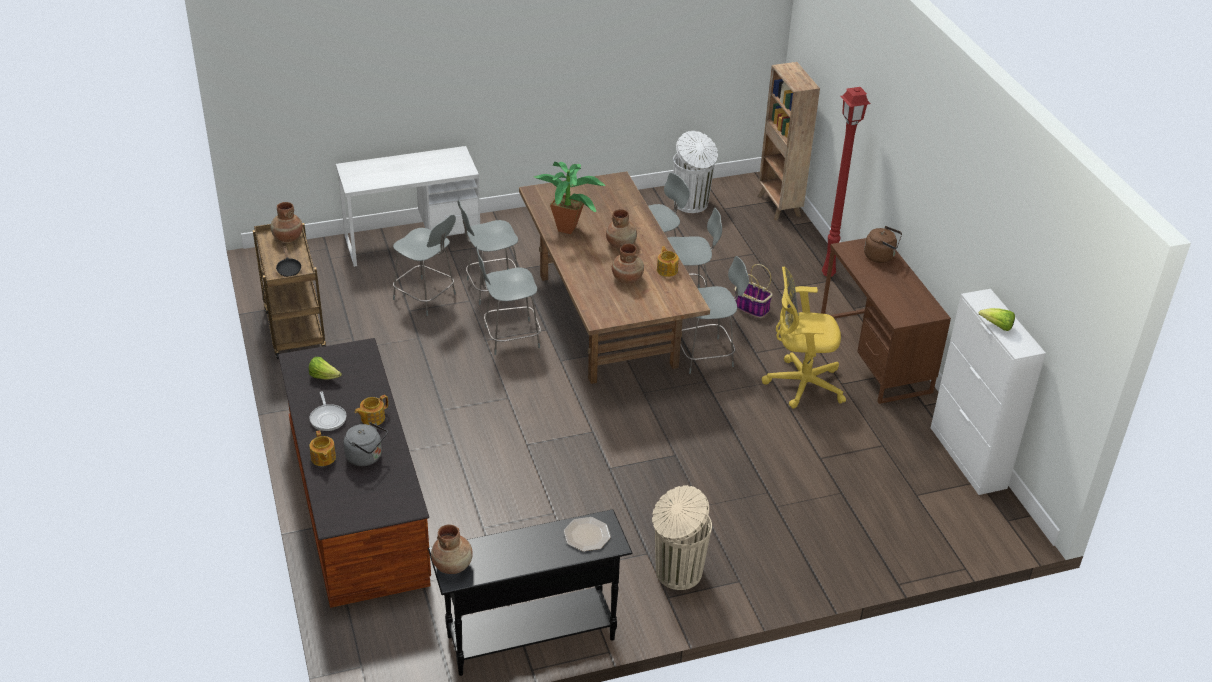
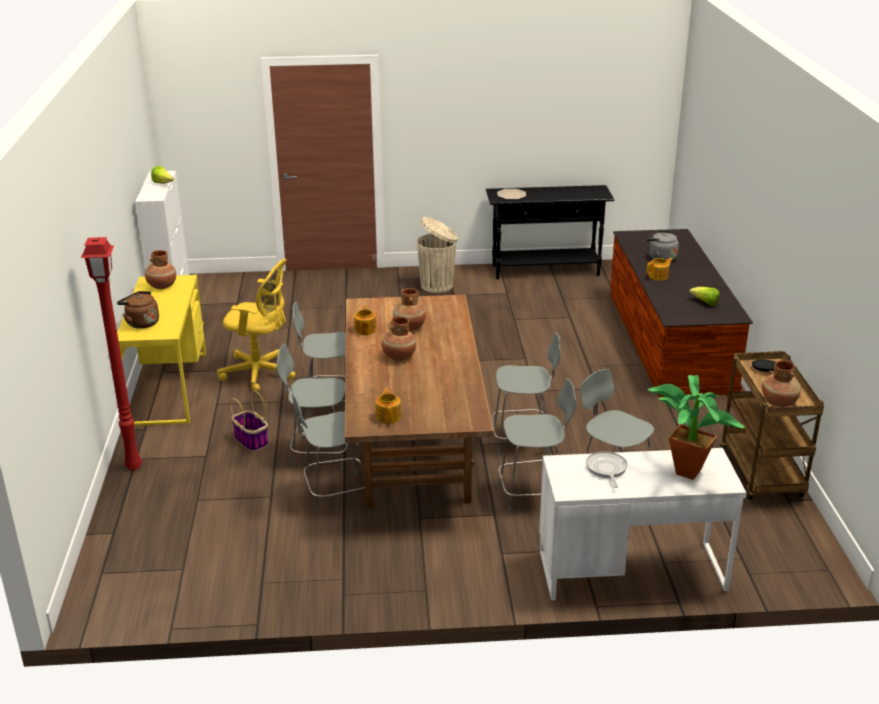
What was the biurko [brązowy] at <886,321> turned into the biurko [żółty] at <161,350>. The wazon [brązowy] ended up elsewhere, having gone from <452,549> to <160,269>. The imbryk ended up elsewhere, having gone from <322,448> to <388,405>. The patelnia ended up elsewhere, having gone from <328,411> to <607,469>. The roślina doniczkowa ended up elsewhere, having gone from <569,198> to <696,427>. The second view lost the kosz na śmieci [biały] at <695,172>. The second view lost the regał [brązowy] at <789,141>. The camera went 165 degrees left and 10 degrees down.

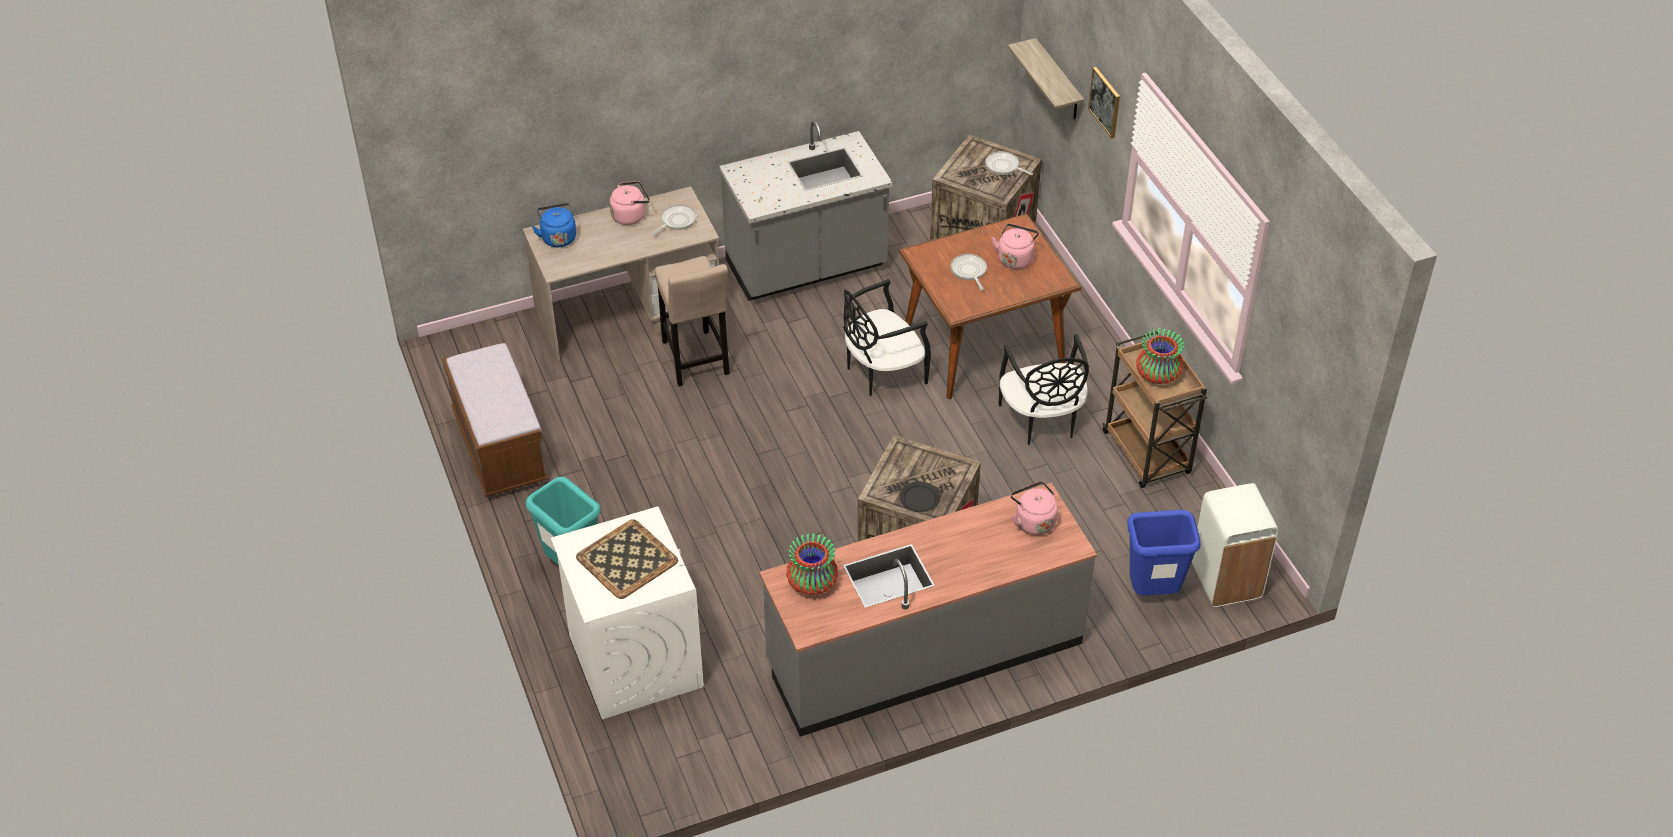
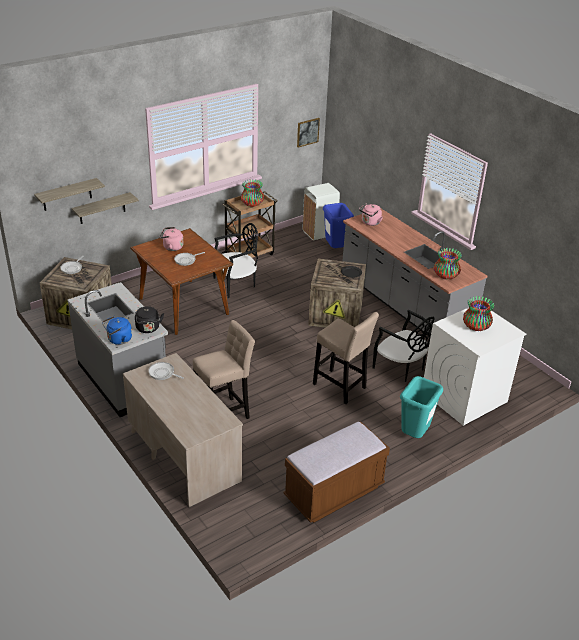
The second view gained the półka at <105,208>. The czajnik [niebieski] ended up elsewhere, having gone from <554,225> to <117,330>. The second view gained the czajnik [czarny] at <149,319>. The obraz ended up elsewhere, having gone from <1104,103> to <308,133>. The second view gained the stołek [beżowy] at <346,358>. The krzesło [czarny] ended up elsewhere, having gone from <887,337> to <404,346>. Where the taca stood at <627,559>, the wazon came to stand at <479,313>. The second view lost the czajnik [różowy] at <630,203>. The camera went 105 degrees left and 10 degrees down.

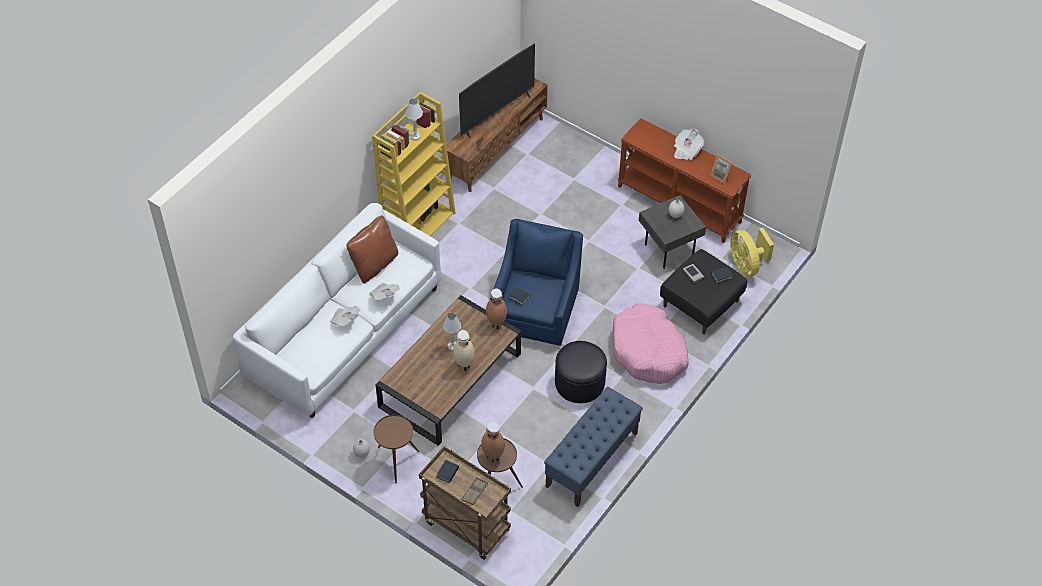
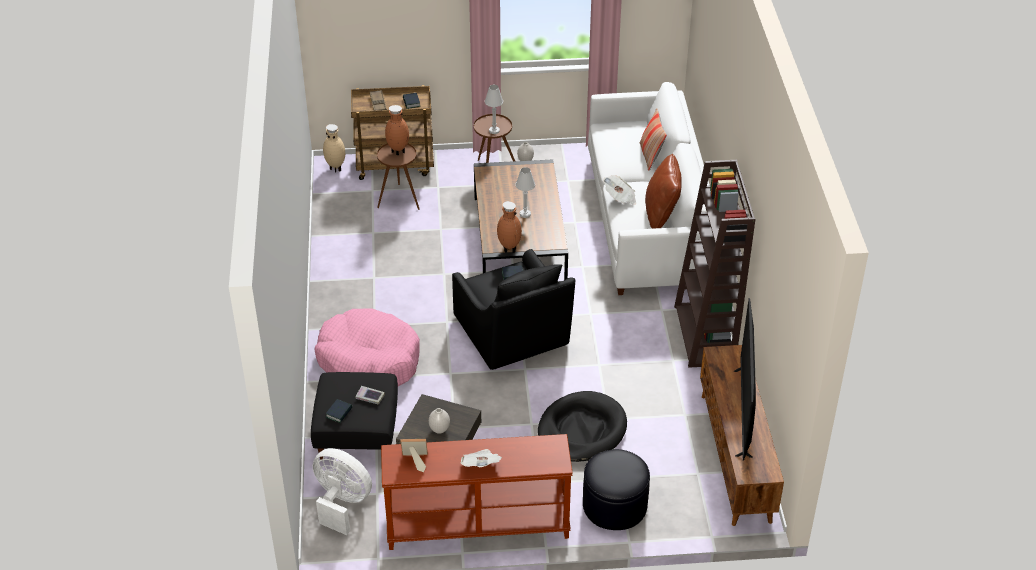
What was the wentylator [żółty] at <752,252> turned into the wentylator [biały] at <342,491>. The wazon [beżowy] ended up elsewhere, having gone from <464,350> to <334,148>. What was the fotel [niebieski] at <536,282> turned into the fotel [czarny] at <514,309>. The lampa stołowa [biały] ended up elsewhere, having gone from <414,119> to <494,109>. The second view gained the legowisko [czarny] at <582,426>. The pufa [czarny] ended up elsewhere, having gone from <581,372> to <616,489>. The second view gained the poduszka at <653,139>. What was the regał [żółty] at <413,164> turned into the regał [brązowy] at <714,264>. The second view lost the gazeta at <345,316>. The second view lost the ławka [niebieski] at <593,447>. The camera went 140 degrees right and 10 degrees down.

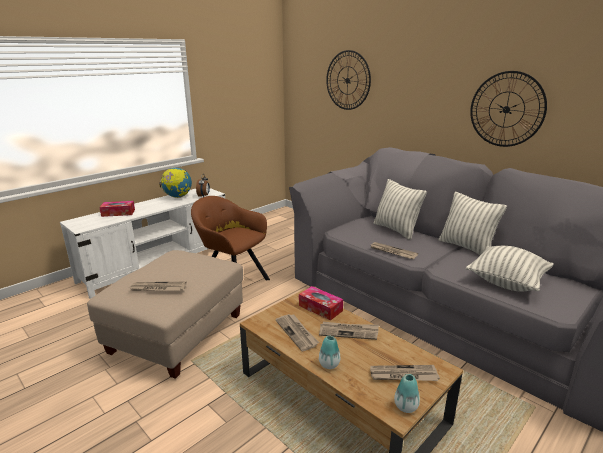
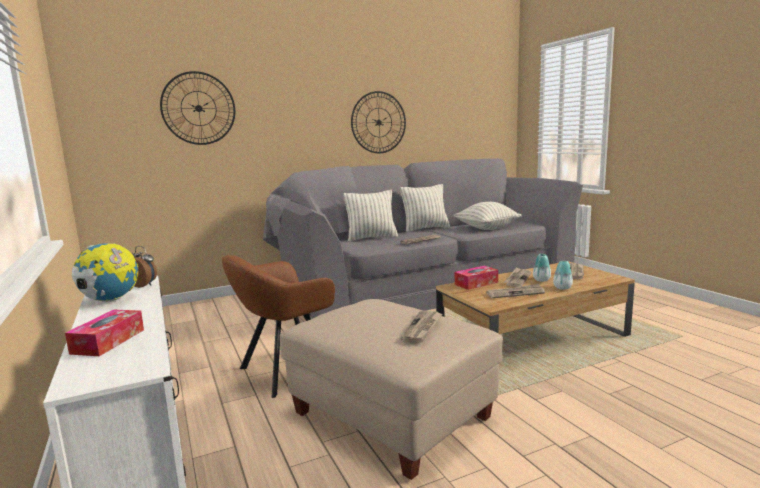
The wazon ended up elsewhere, having gone from <407,393> to <542,268>. The camera went 70 degrees left and 10 degrees down.

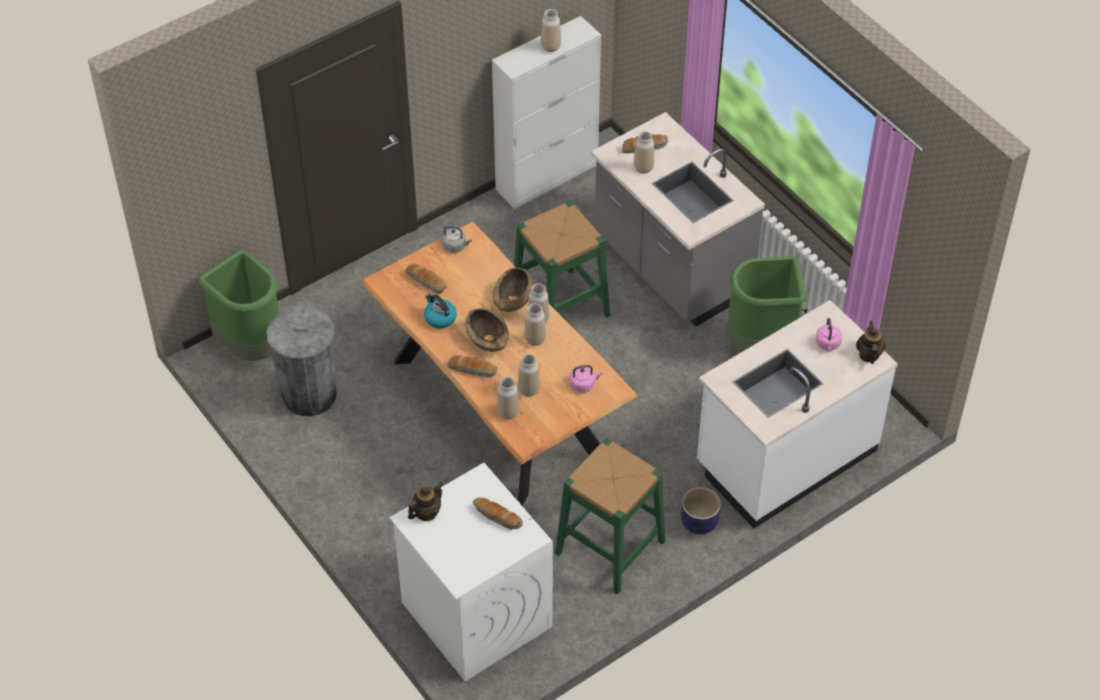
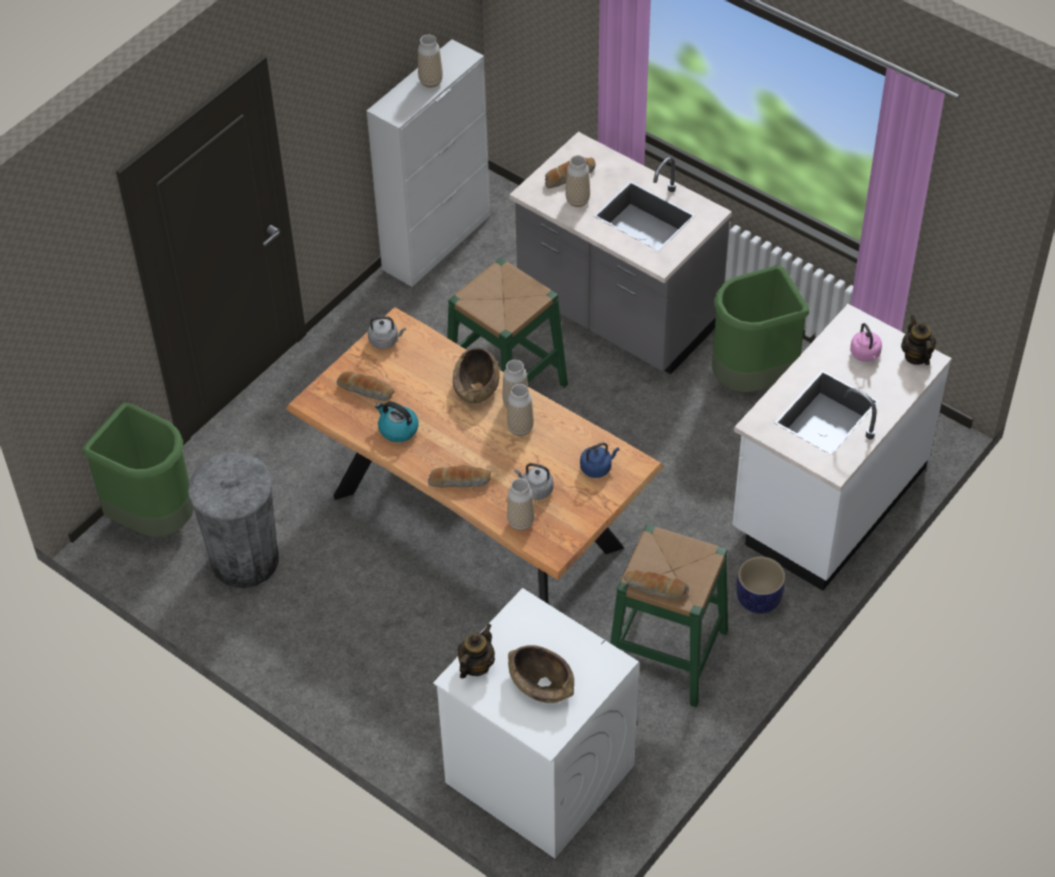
The miska [brązowy] ended up elsewhere, having gone from <487,330> to <541,674>. Where the wazon stood at <529,375>, the czajnik [szary] came to stand at <534,481>. What was the czajnik [różowy] at <586,378> turned into the czajnik [niebieski] at <600,460>. The chleb ended up elsewhere, having gone from <498,513> to <656,584>. The camera went 15 degrees left and 0 degrees up.

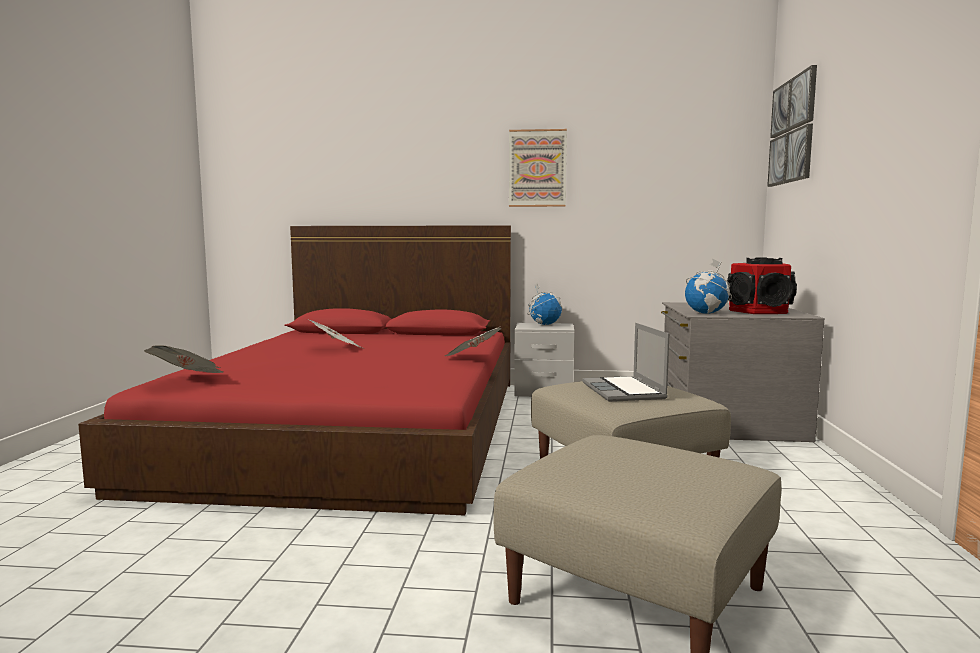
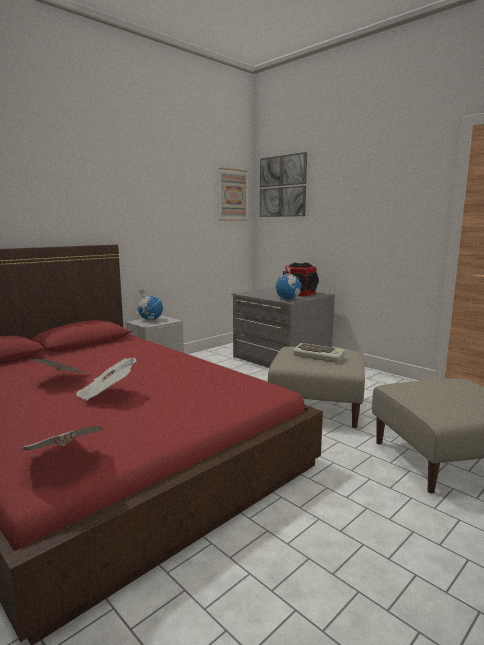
The gazeta ended up elsewhere, having gone from <473,341> to <106,379>. The obraz ended up elsewhere, having gone from <538,168> to <233,194>. Where the laptop stood at <626,362>, the klawiatura came to stand at <319,353>. The camera went 50 degrees left and 5 degrees up.

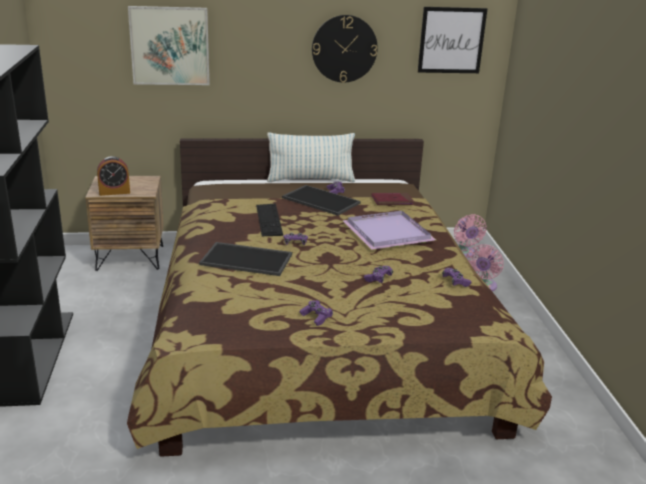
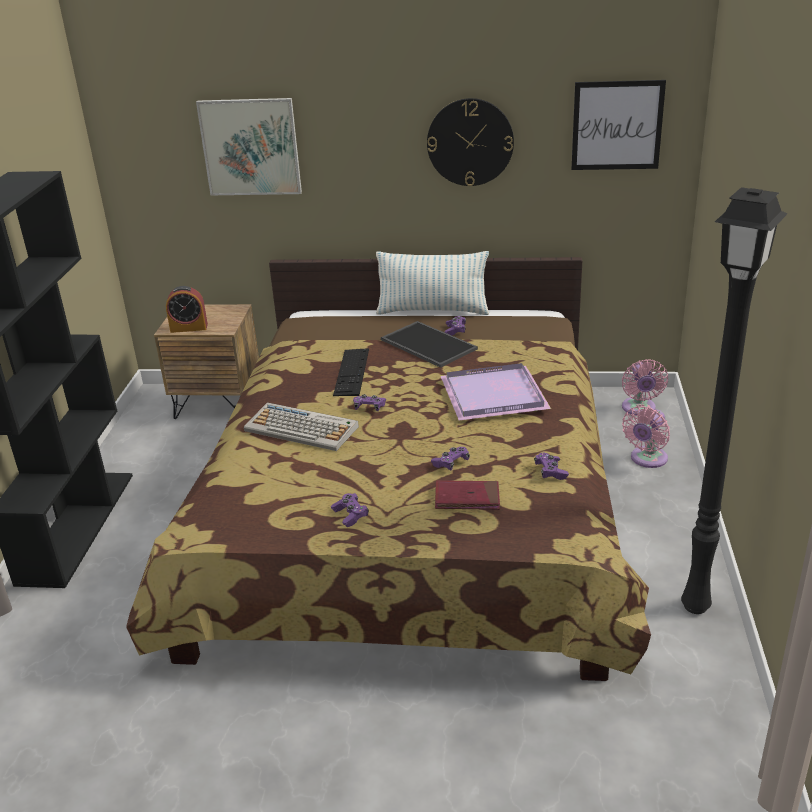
Where the taca stood at <245,259>, the klawiatura came to stand at <301,426>. The książka [czerwony] ended up elsewhere, having gone from <393,199> to <467,495>. The second view gained the lampa stojąca [czarny] at <734,400>. The camera went 15 degrees right and 5 degrees up.

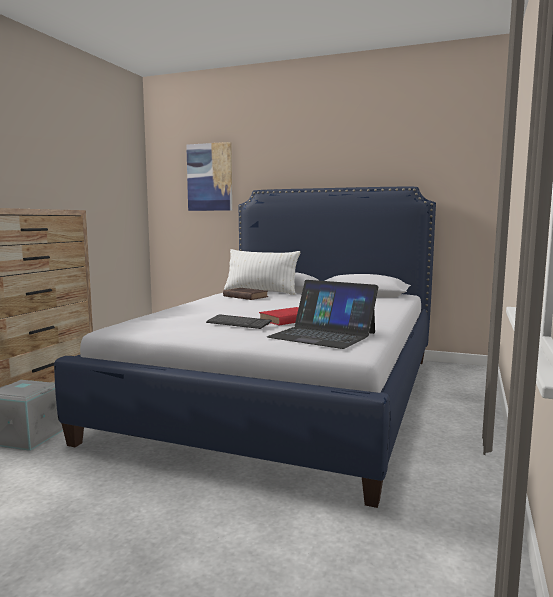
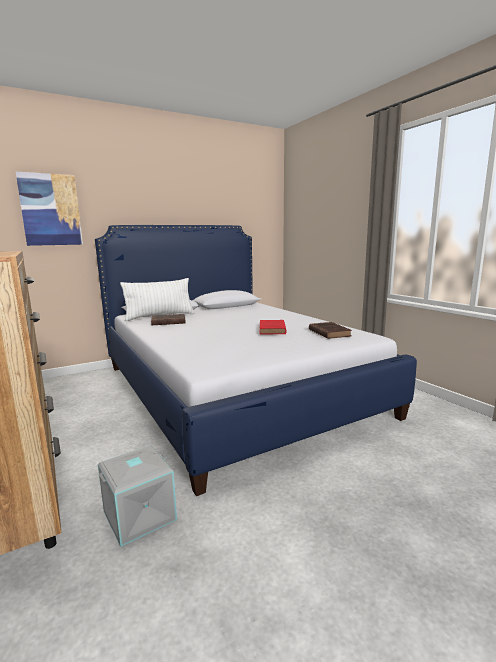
Where the laptop stood at <322,314>, the książka [brązowy] came to stand at <330,330>. The second view lost the klawiatura at <239,321>. The camera went 50 degrees left and 5 degrees up.

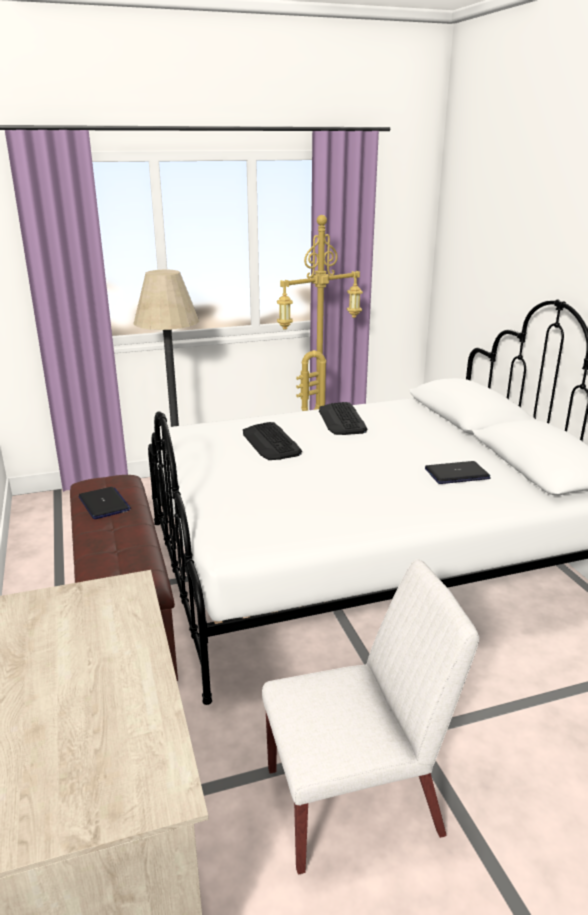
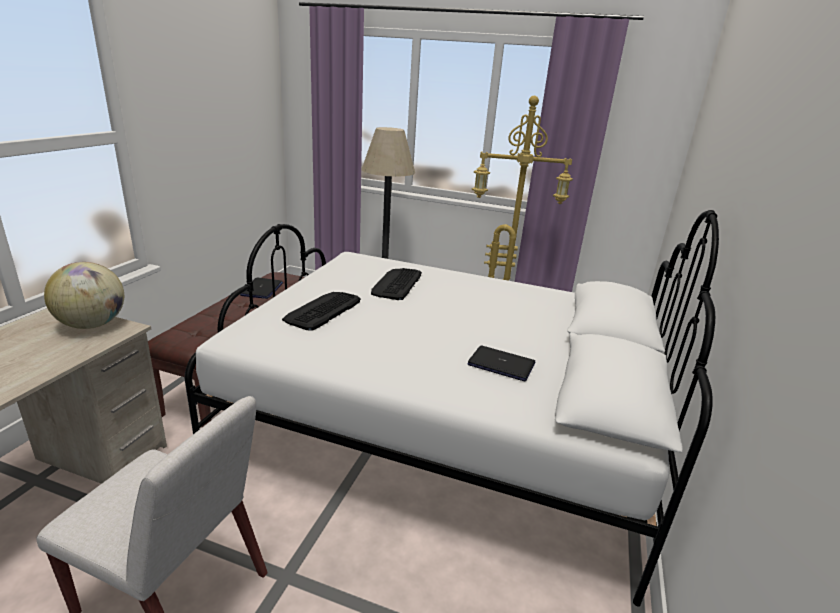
The second view gained the globus at <84,295>. The klawiatura ended up elsewhere, having gone from <343,418> to <321,311>. The camera went 35 degrees right and 0 degrees up.

